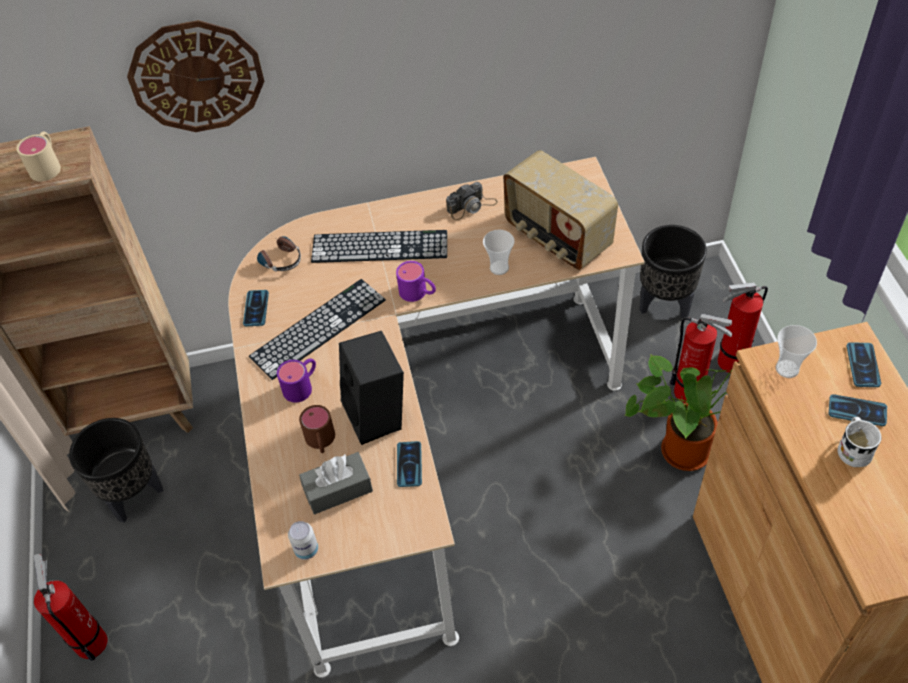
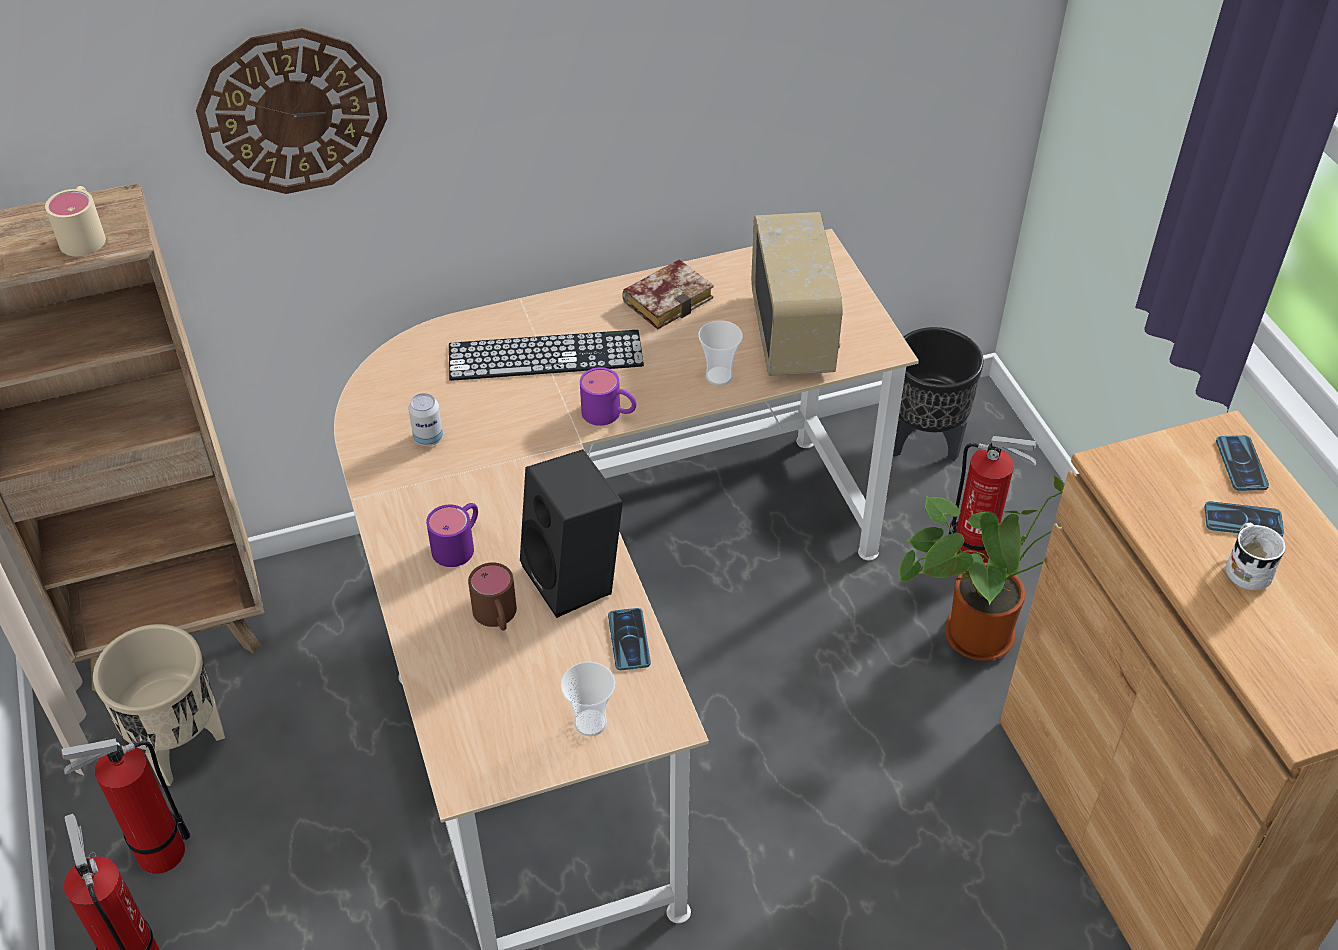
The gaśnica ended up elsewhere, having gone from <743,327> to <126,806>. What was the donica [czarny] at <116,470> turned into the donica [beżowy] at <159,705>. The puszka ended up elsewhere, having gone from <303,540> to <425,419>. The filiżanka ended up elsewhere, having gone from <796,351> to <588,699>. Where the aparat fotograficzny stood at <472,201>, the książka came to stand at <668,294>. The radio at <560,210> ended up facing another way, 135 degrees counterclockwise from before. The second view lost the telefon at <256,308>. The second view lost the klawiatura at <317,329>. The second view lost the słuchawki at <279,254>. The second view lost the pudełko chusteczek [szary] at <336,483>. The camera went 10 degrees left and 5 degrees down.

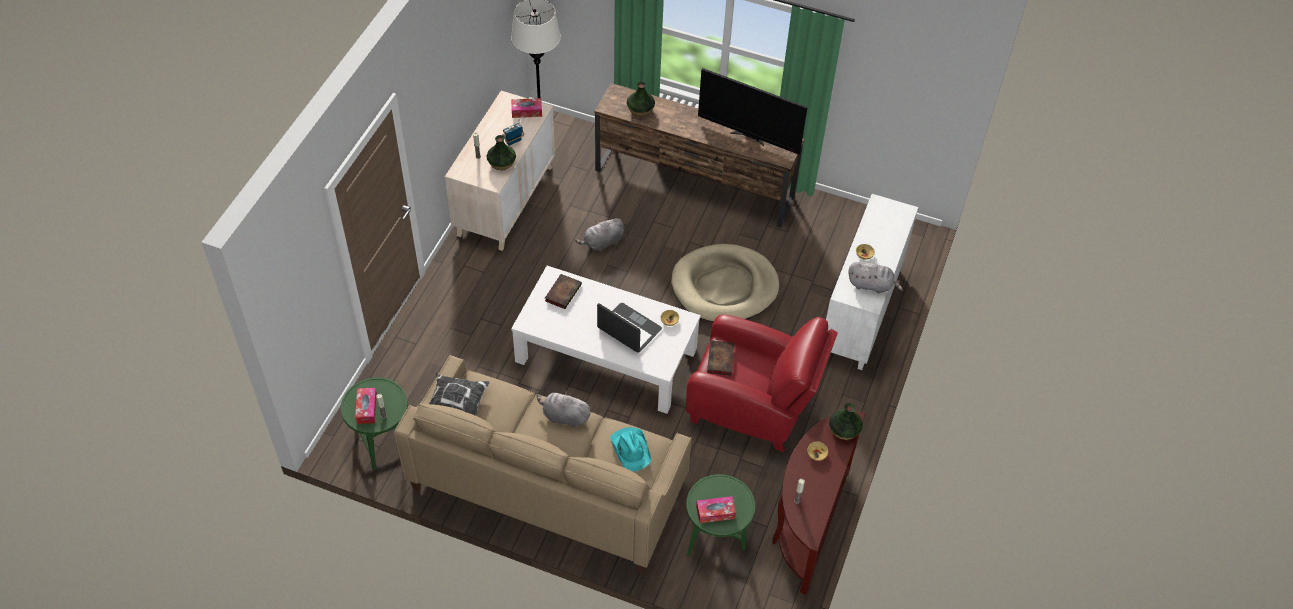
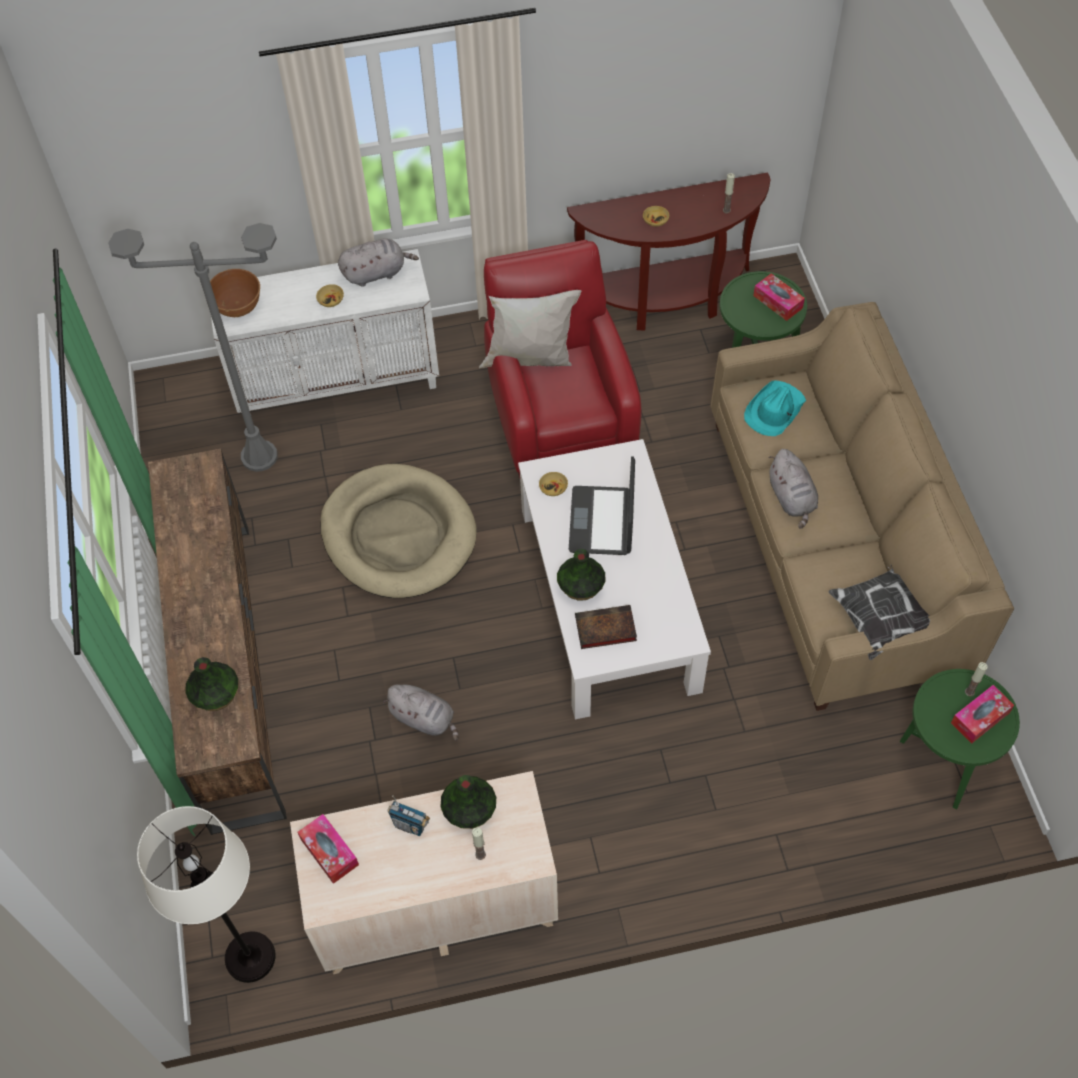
The second view gained the lampa stojąca [szary] at <192,347>. The second view gained the miska [brązowy] at <235,293>. The pluszak [szary] at <875,277> ended up facing another way, 90 degrees clockwise from before. The second view gained the poduszka [biały] at <530,329>. The wazon ended up elsewhere, having gone from <846,421> to <581,575>. The second view lost the telewizor at <753,111>. The second view lost the książka at <721,357>. The camera went 120 degrees left and 5 degrees up.

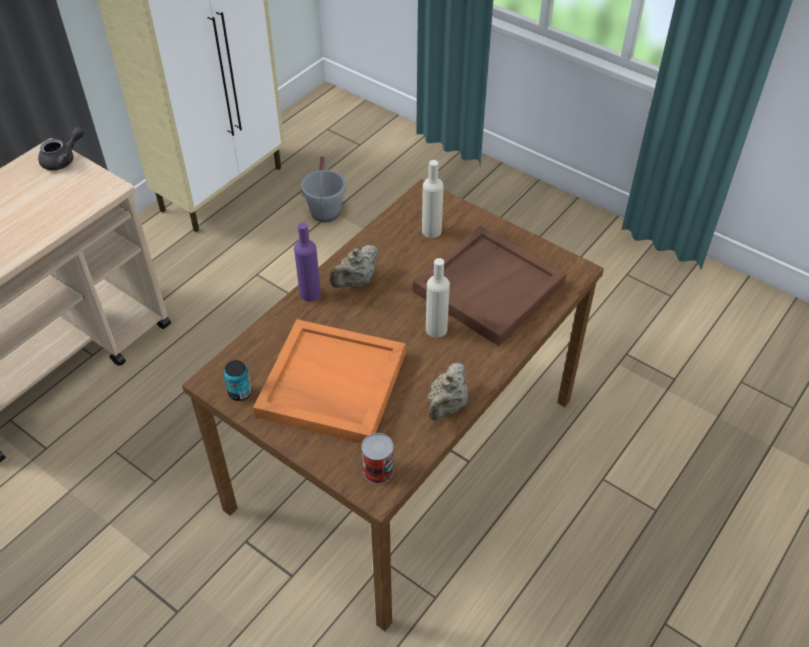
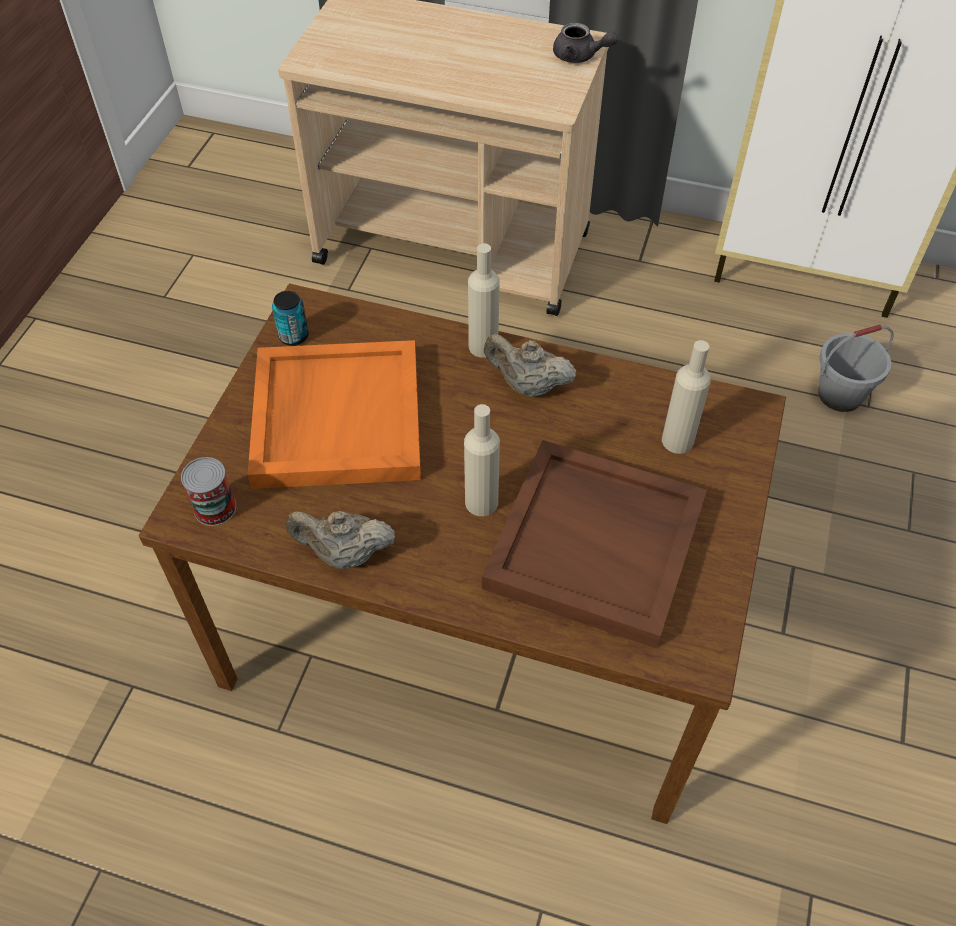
What was the butelka [fioletowy] at <307,262> turned into the butelka [beżowy] at <484,300>. The camera went 70 degrees right and 5 degrees up.

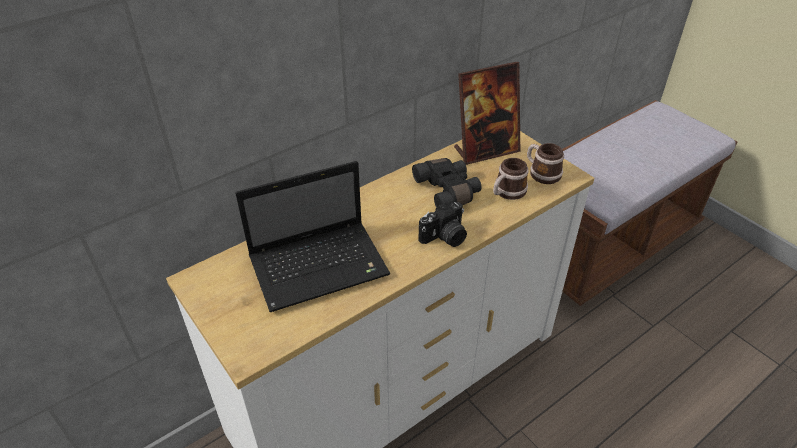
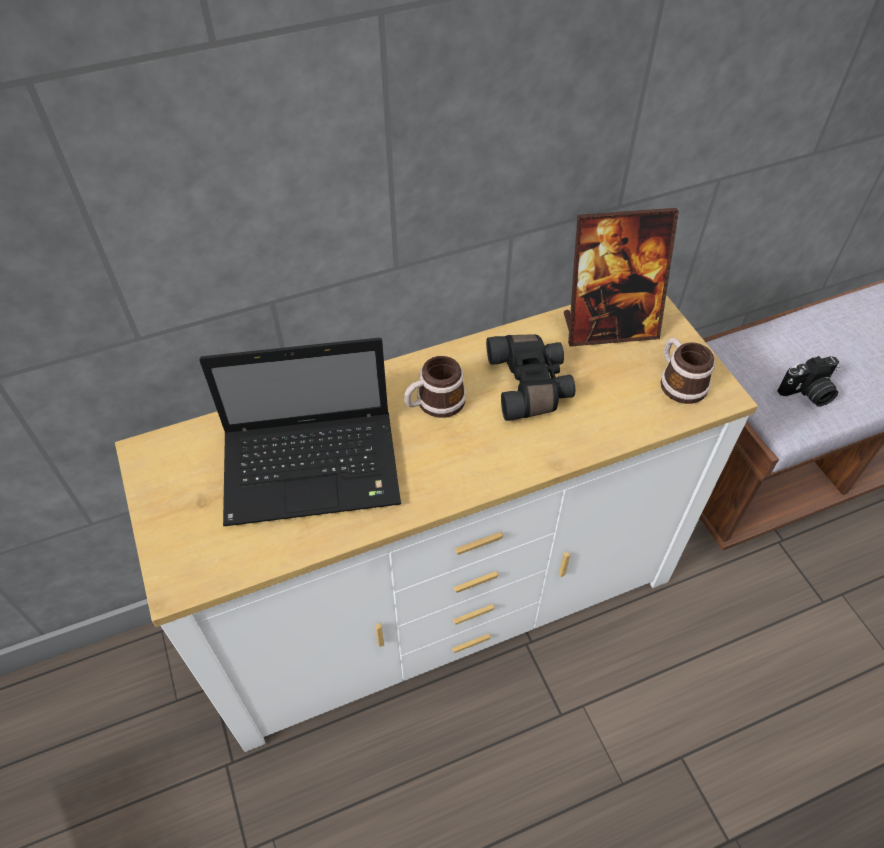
The kubek ended up elsewhere, having gone from <510,179> to <435,387>. The aparat fotograficzny ended up elsewhere, having gone from <442,224> to <808,381>. The camera went 15 degrees right and 10 degrees up.

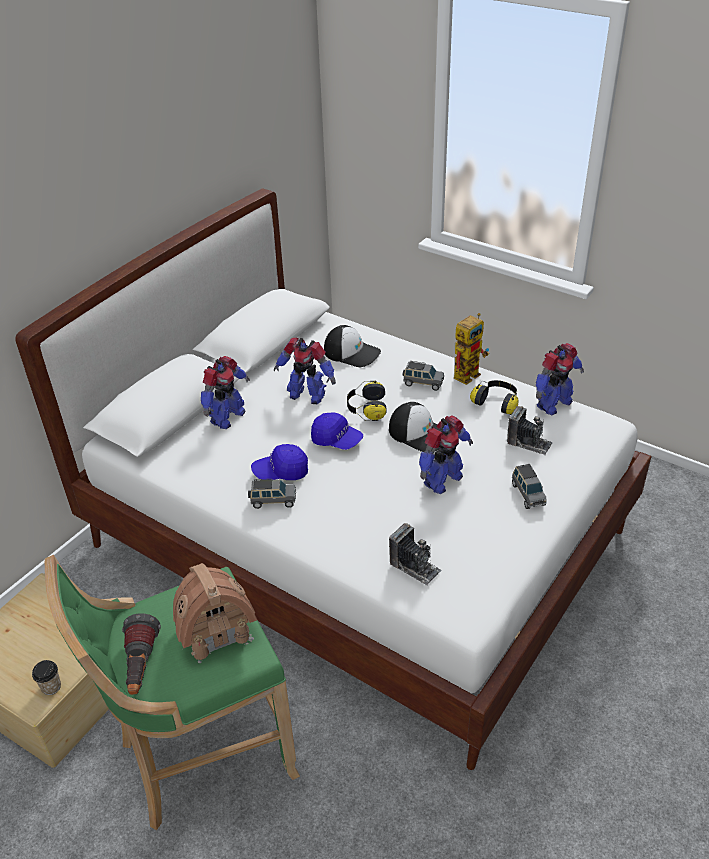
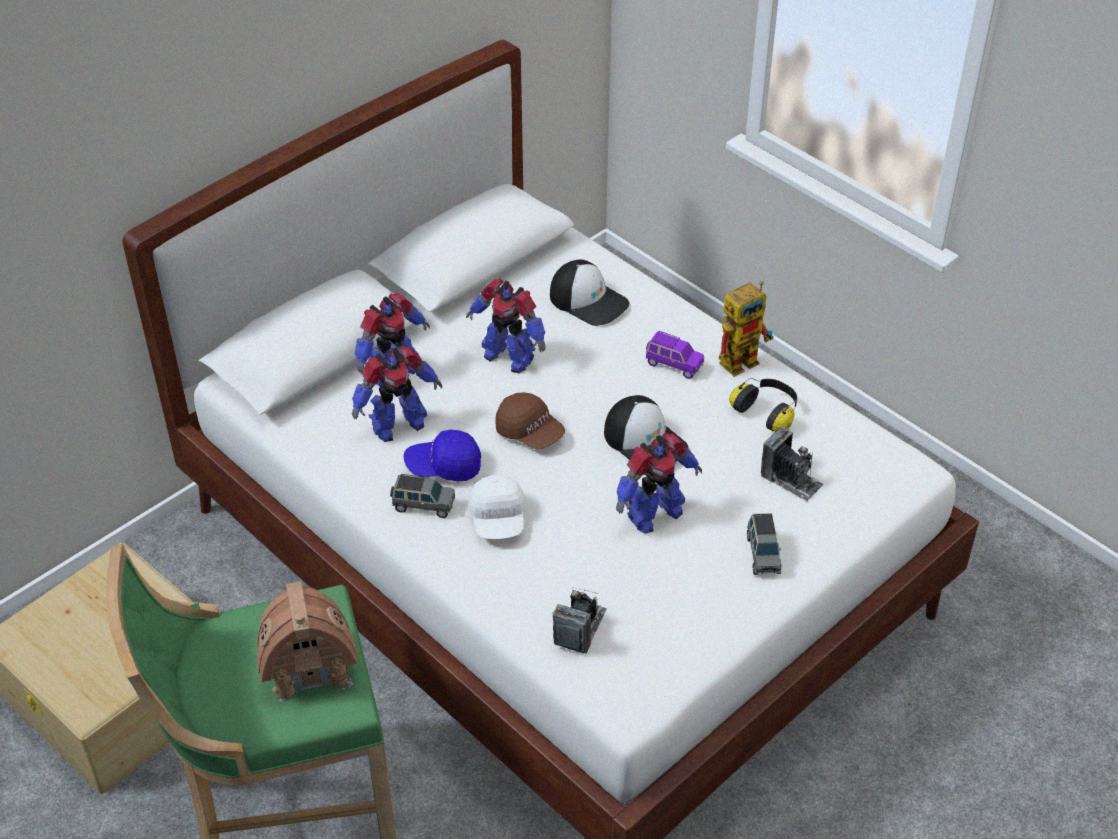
The robot zabawkowy ended up elsewhere, having gone from <560,379> to <397,394>. The second view gained the czapka z daszkiem [biały] at <497,506>. What was the czapka z daszkiem [niebieski] at <337,431> turned into the czapka z daszkiem [brązowy] at <530,420>. The aparat fotograficzny at <415,554> ended up facing another way, 120 degrees counterclockwise from before. What was the samochodzik [szary] at <423,376> turned into the samochodzik [fioletowy] at <675,355>. The second view lost the filiżanka at <46,677>. The second view lost the latarka at <141,654>. The second view lost the słuchawki at <367,401>. The camera went 10 degrees right and 5 degrees up.

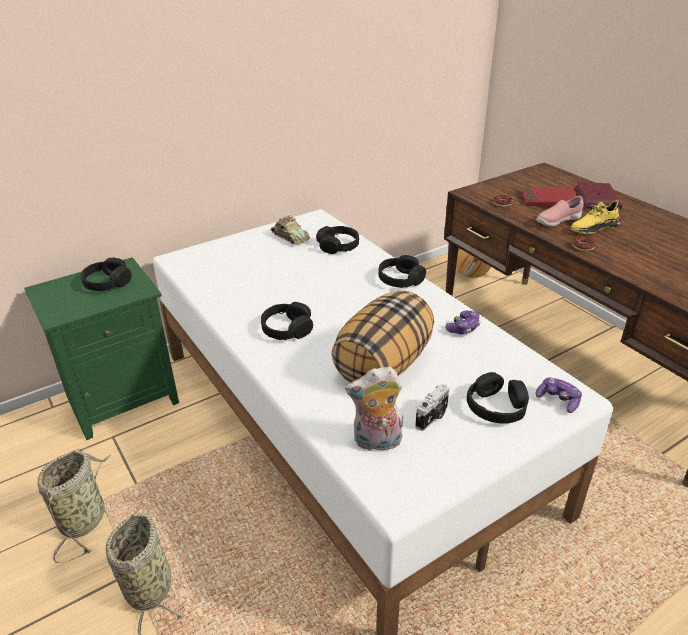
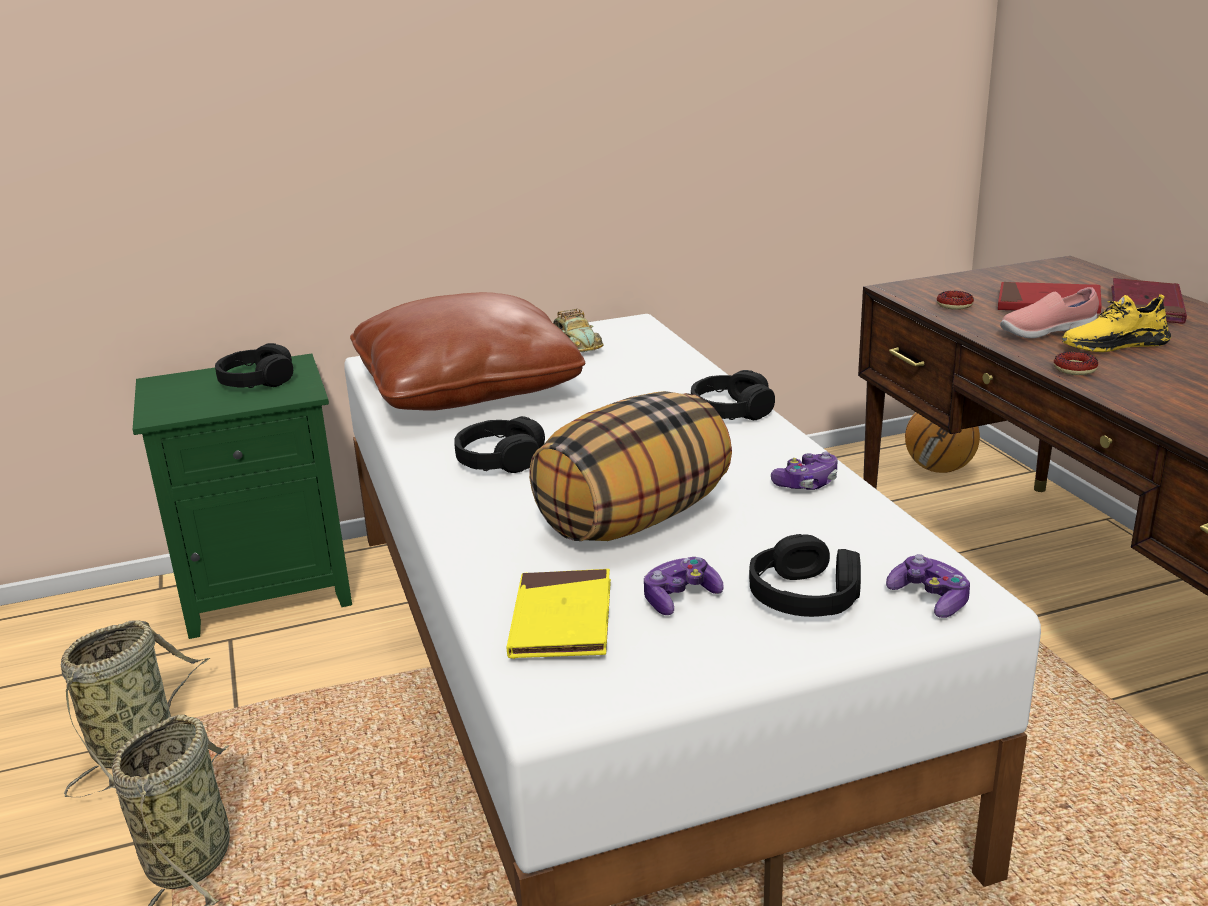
The second view gained the poduszka [brązowy] at <467,351>. Where the pluszak stood at <374,408>, the książka [żółty] came to stand at <559,614>. Where the aparat fotograficzny stood at <432,407>, the pad do gier came to stand at <684,586>. The second view lost the słuchawki [czarny] at <337,240>. The camera went 15 degrees right and 10 degrees down.

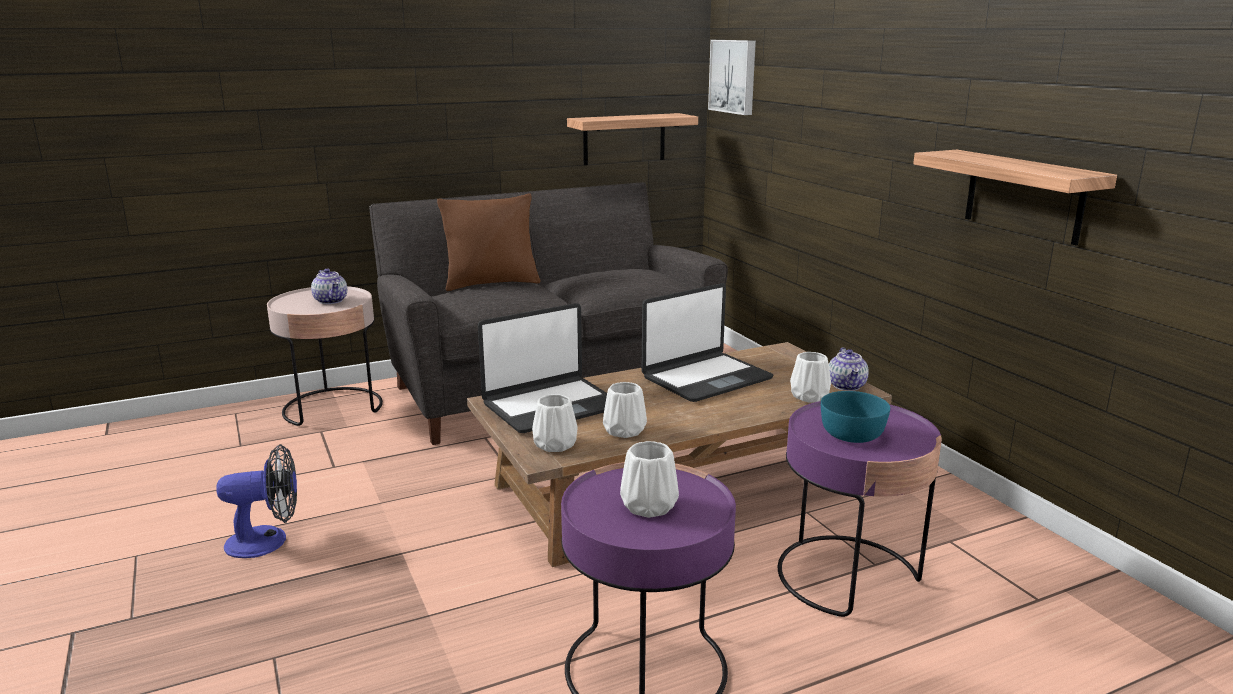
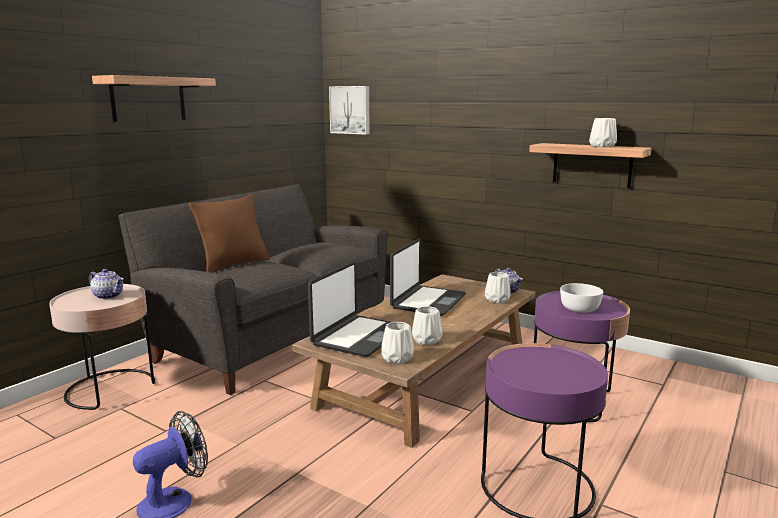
The półka ended up elsewhere, having gone from <632,139> to <154,98>. What was the miska [turkusowy] at <855,417> turned into the miska [biały] at <581,298>. The wazon [biały] ended up elsewhere, having gone from <649,479> to <603,132>. The camera went 30 degrees left and 5 degrees down.

